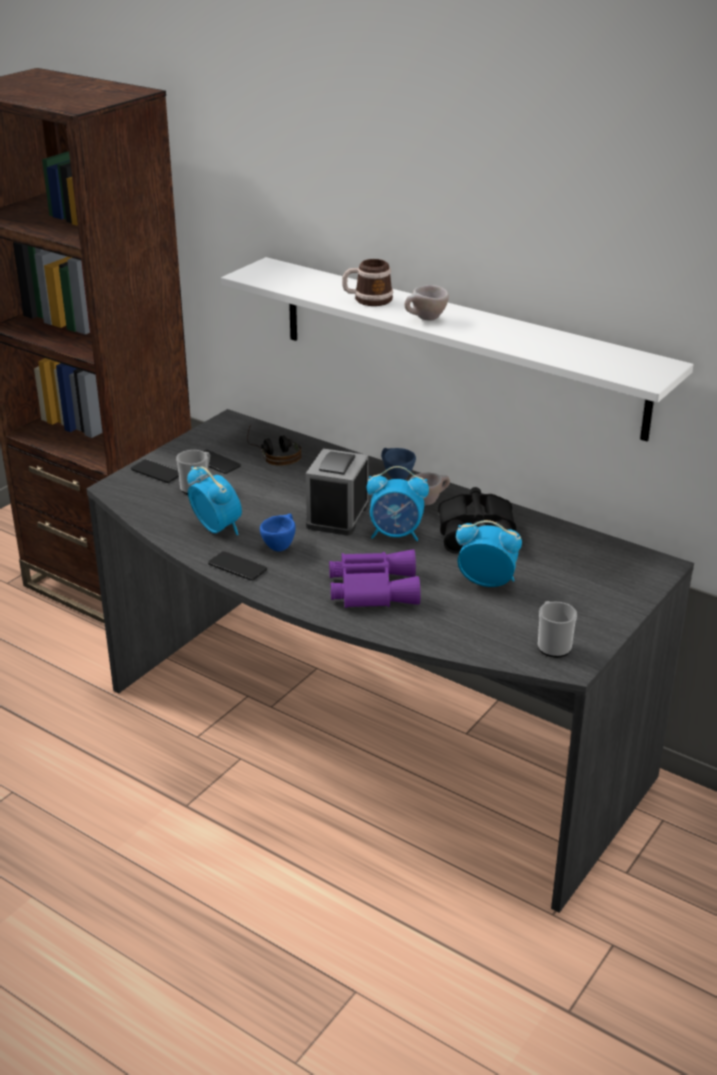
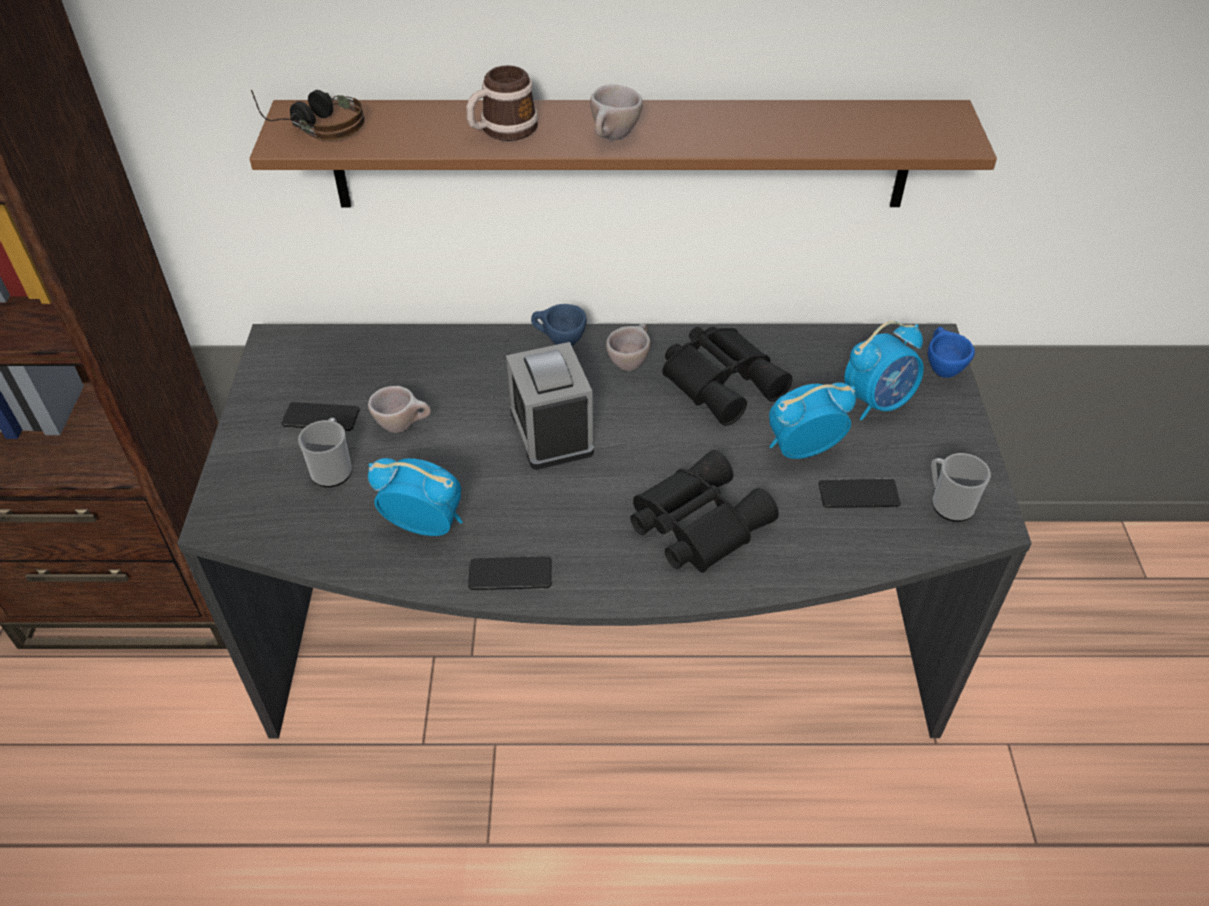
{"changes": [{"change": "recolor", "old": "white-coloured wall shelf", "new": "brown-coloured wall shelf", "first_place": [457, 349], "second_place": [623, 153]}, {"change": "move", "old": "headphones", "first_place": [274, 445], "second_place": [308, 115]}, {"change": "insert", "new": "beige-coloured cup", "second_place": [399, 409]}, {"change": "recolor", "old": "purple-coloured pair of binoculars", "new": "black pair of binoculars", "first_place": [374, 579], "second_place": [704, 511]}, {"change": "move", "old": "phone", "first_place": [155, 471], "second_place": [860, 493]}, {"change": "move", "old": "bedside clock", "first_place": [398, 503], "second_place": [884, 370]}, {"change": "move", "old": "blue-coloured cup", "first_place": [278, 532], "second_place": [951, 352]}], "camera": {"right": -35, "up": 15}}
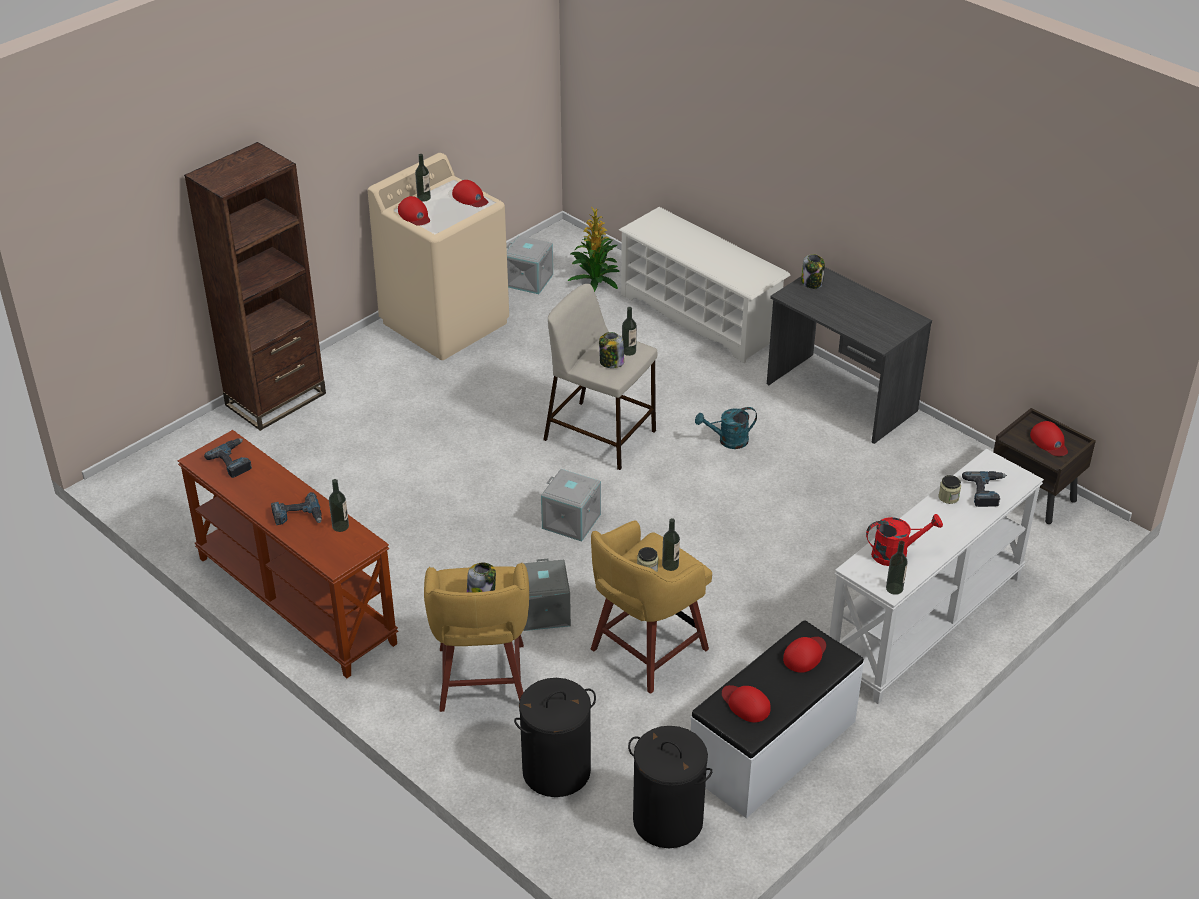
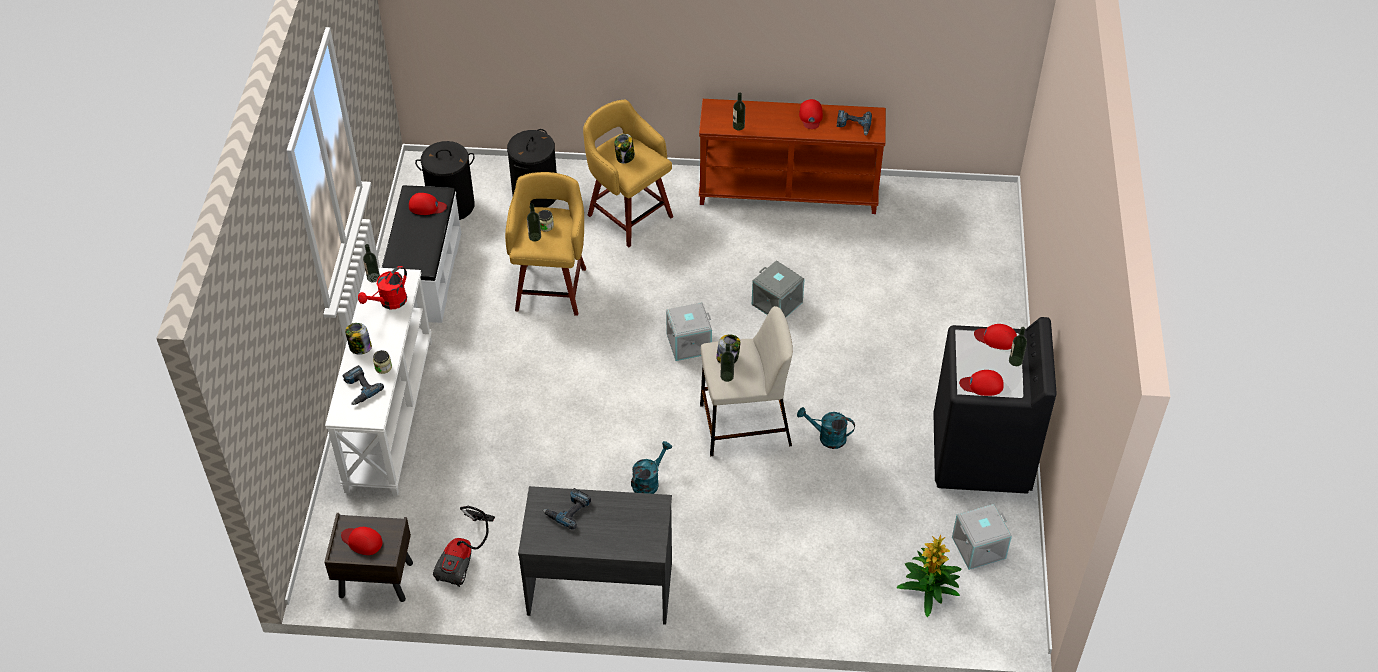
{"changes": [{"change": "move", "old": "preserve jar", "first_place": [813, 271], "second_place": [358, 339]}, {"change": "insert", "new": "hoover", "second_place": [464, 546]}, {"change": "move", "old": "drill", "first_place": [296, 508], "second_place": [567, 509]}, {"change": "move", "old": "grey storage bin", "first_place": [547, 595], "second_place": [778, 289]}, {"change": "insert", "new": "turquoise watering can", "second_place": [826, 428]}, {"change": "move", "old": "reddish peaked cap", "first_place": [804, 655], "second_place": [811, 114]}, {"change": "recolor", "old": "beige-coloured laundry appliance", "new": "black laundry appliance", "first_place": [438, 256], "second_place": [995, 405]}, {"change": "delete", "old": "brown-coloured shelving unit", "first_place": [255, 286]}, {"change": "delete", "old": "white-coloured shoe stand", "first_place": [704, 285]}], "camera": {"right": 140, "up": 10}}
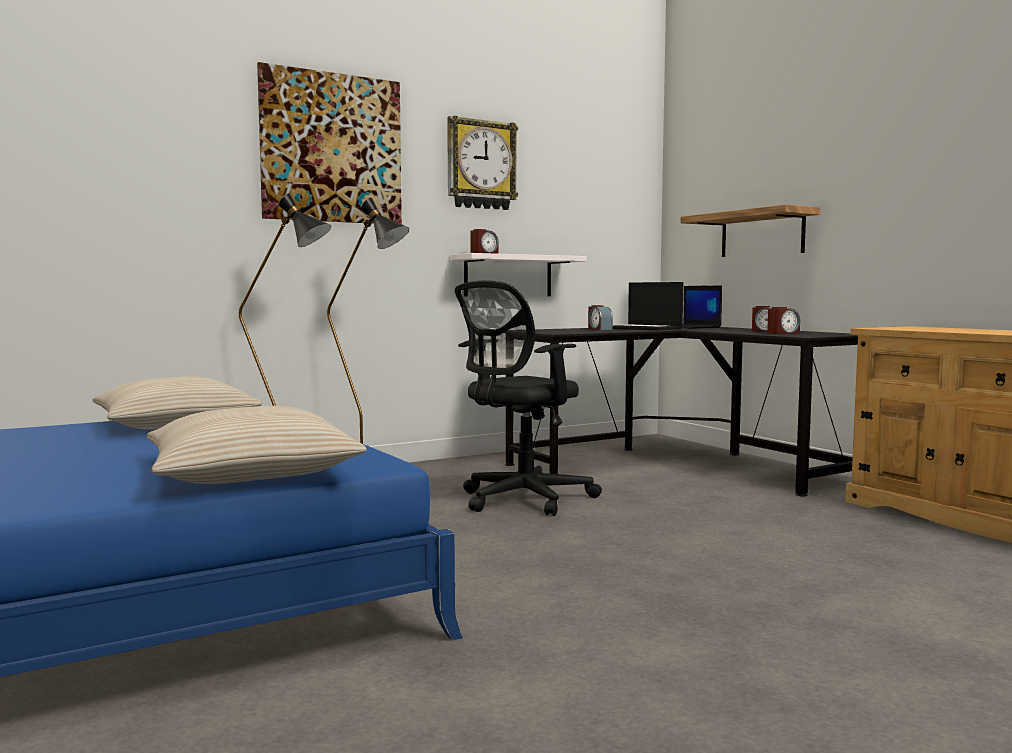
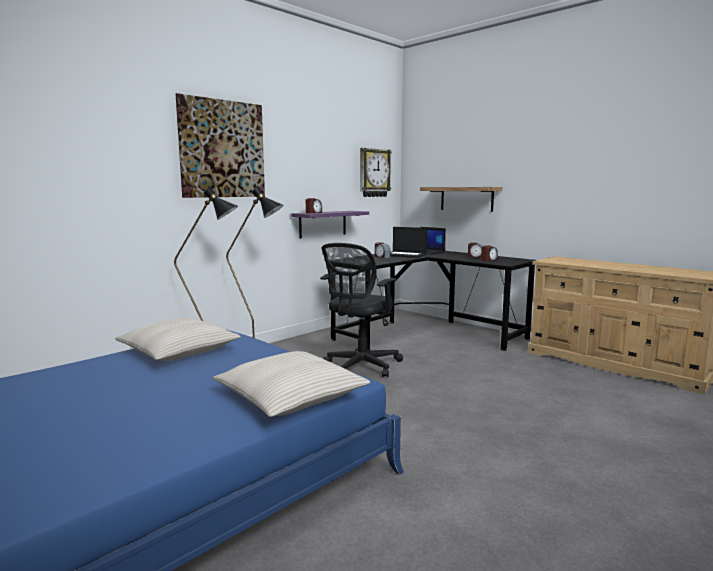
{"changes": [{"change": "recolor", "old": "white-coloured wall shelf", "new": "purple-coloured wall shelf", "first_place": [518, 274], "second_place": [330, 225]}, {"change": "move", "old": "hanging clock", "first_place": [482, 163], "second_place": [376, 172]}], "camera": {"right": -15, "up": 5}}
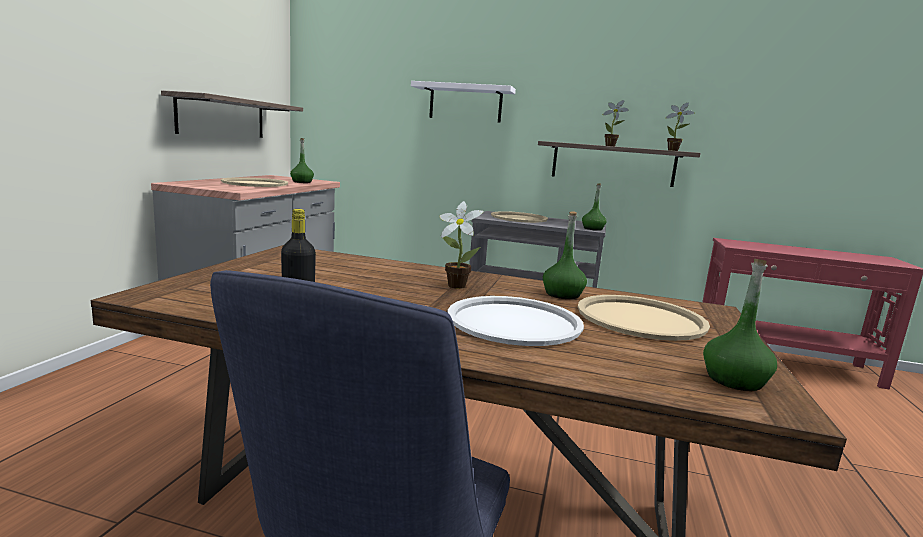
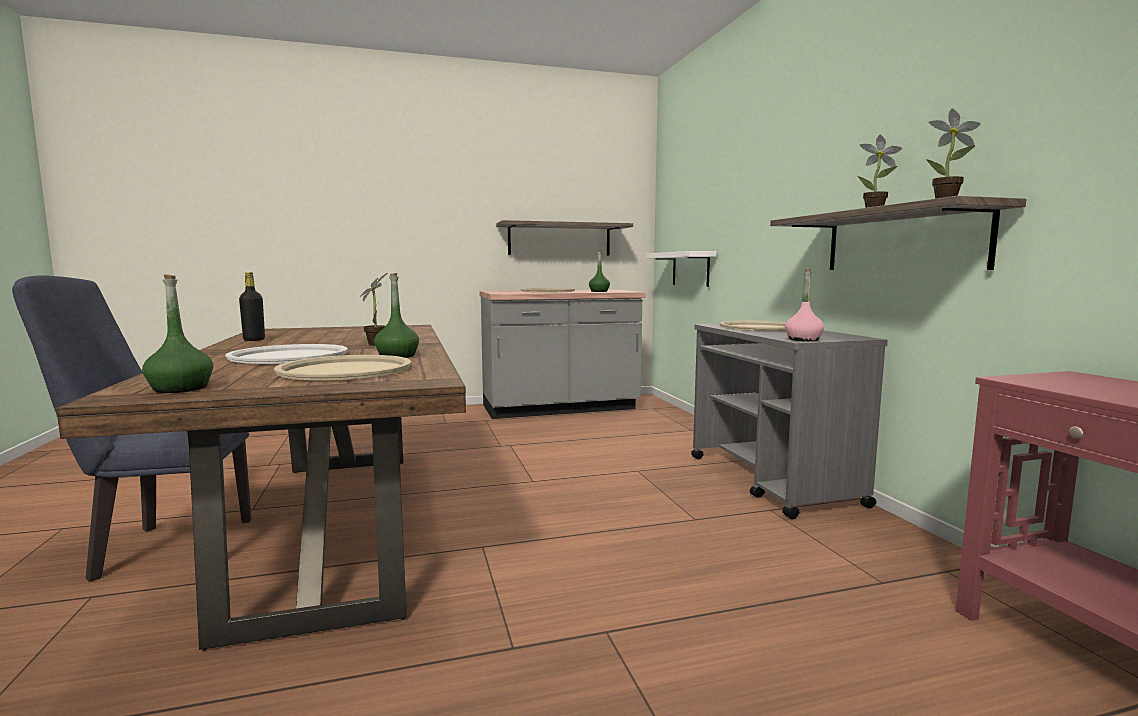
{"changes": [{"change": "move", "old": "white-coloured wall shelf", "first_place": [463, 102], "second_place": [681, 269]}, {"change": "recolor", "old": "green-coloured bottle", "new": "pink-coloured bottle", "first_place": [594, 207], "second_place": [804, 305]}], "camera": {"right": 60, "up": -5}}
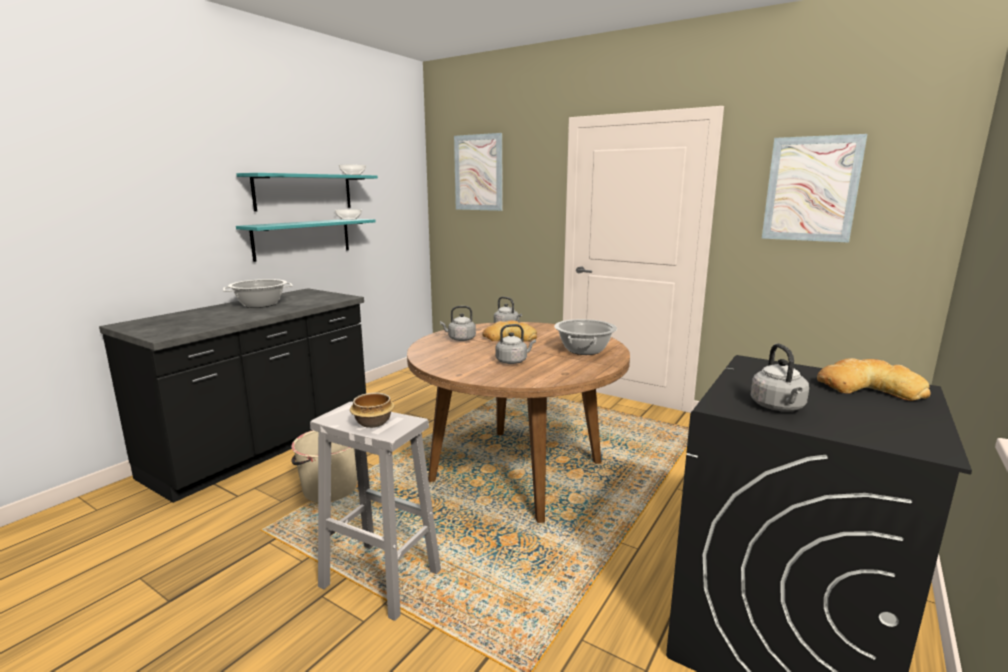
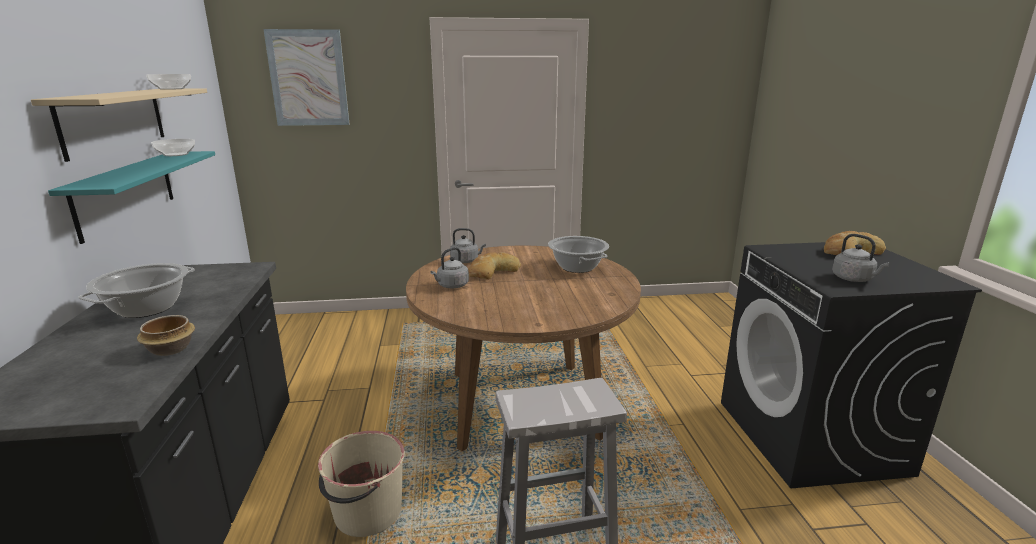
{"changes": [{"change": "recolor", "old": "turquoise wall shelf", "new": "beige-coloured wall shelf", "first_place": [307, 192], "second_place": [119, 125]}, {"change": "move", "old": "bowl", "first_place": [372, 410], "second_place": [166, 335]}, {"change": "delete", "old": "grey water kettle", "first_place": [515, 344]}, {"change": "delete", "old": "wall picture", "first_place": [814, 188]}], "camera": {"right": -40, "up": 5}}
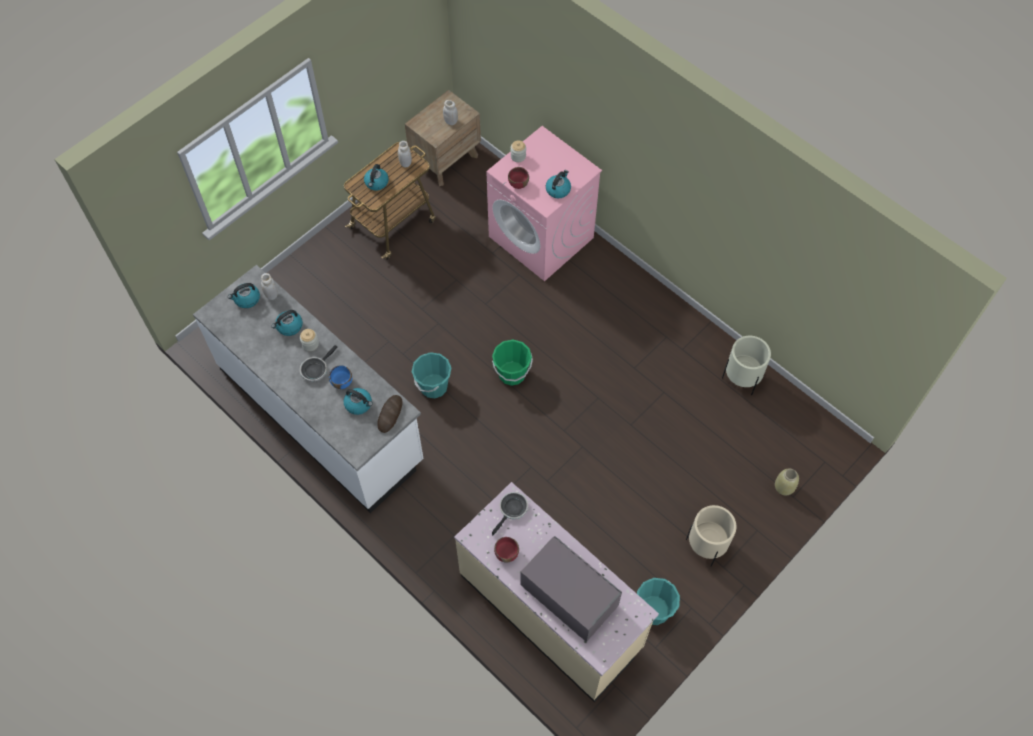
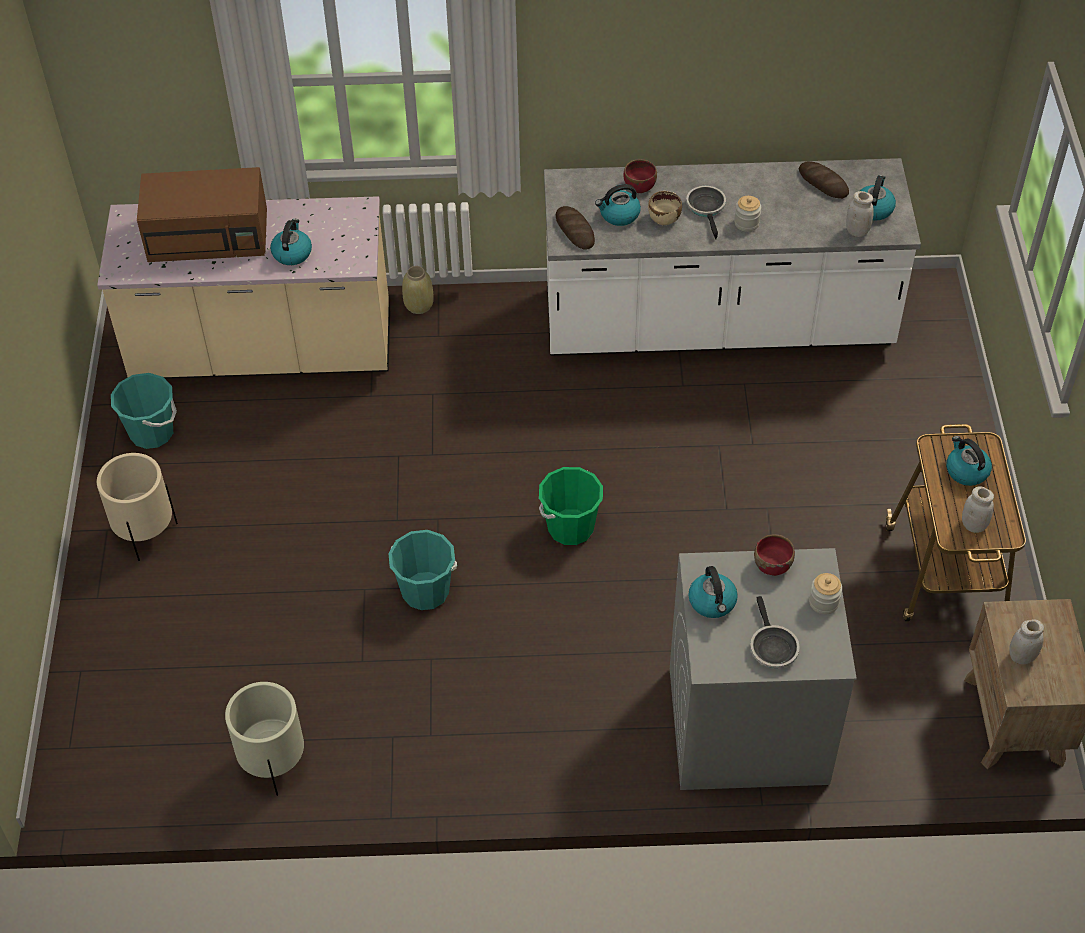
{"changes": [{"change": "recolor", "old": "grey microwave", "new": "brown-coloured microwave", "first_place": [571, 589], "second_place": [202, 214]}, {"change": "move", "old": "water kettle", "first_place": [287, 323], "second_place": [291, 242]}, {"change": "move", "old": "turquoise bucket", "first_place": [431, 375], "second_place": [422, 570]}, {"change": "move", "old": "beige-coloured decorative vase", "first_place": [787, 482], "second_place": [418, 290]}, {"change": "move", "old": "reddish bowl", "first_place": [506, 550], "second_place": [640, 176]}, {"change": "recolor", "old": "blue-coloured bowl", "new": "beige-coloured bowl", "first_place": [340, 377], "second_place": [665, 208]}, {"change": "recolor", "old": "pink-coloured laundry appliance", "new": "grey laundry appliance", "first_place": [544, 203], "second_place": [763, 669]}, {"change": "move", "old": "pan", "first_place": [510, 513], "second_place": [775, 632]}, {"change": "insert", "new": "bakery bread", "second_place": [824, 180]}], "camera": {"right": 135, "up": -10}}
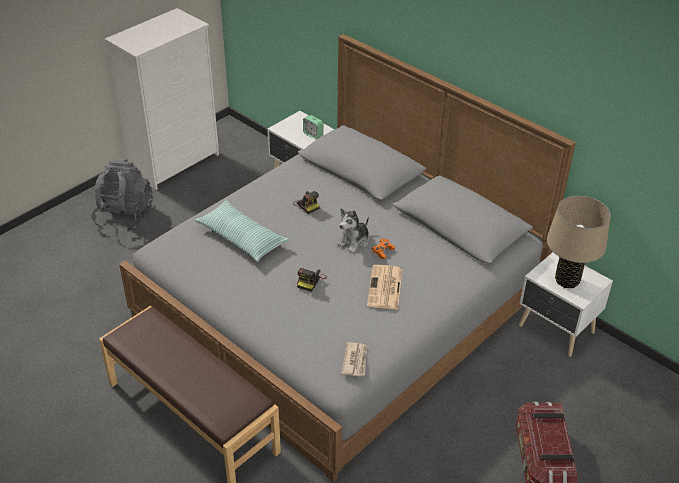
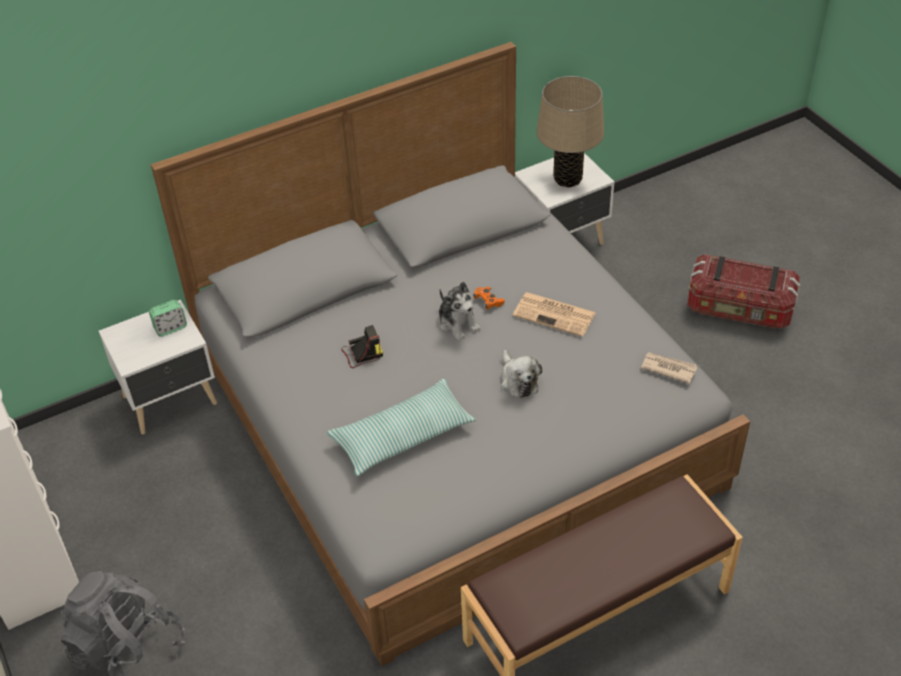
{"changes": [{"change": "replace", "old": "photo camera", "new": "soft toy", "first_place": [312, 280], "second_place": [521, 374]}], "camera": {"right": -70, "up": 5}}
